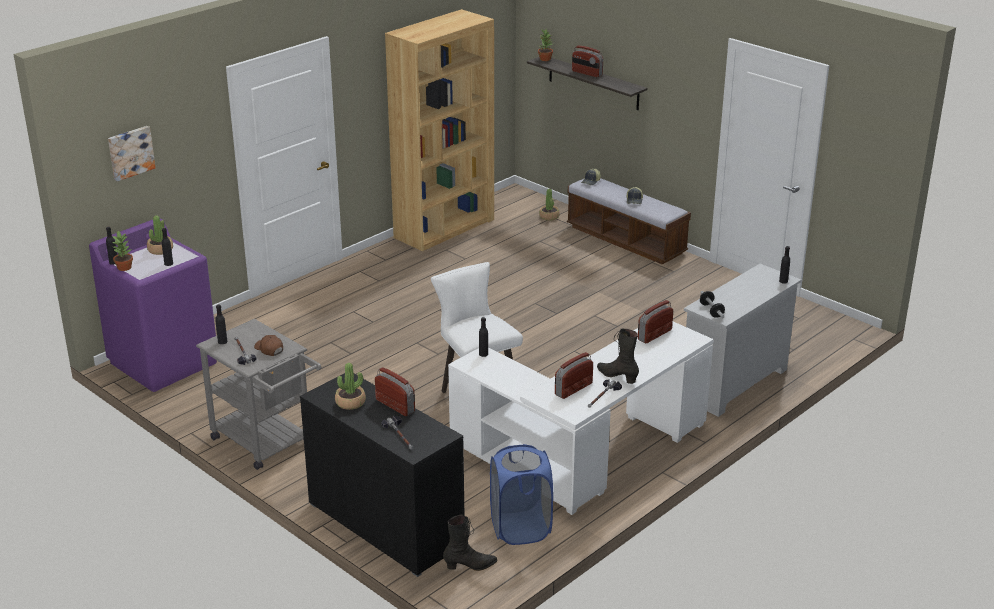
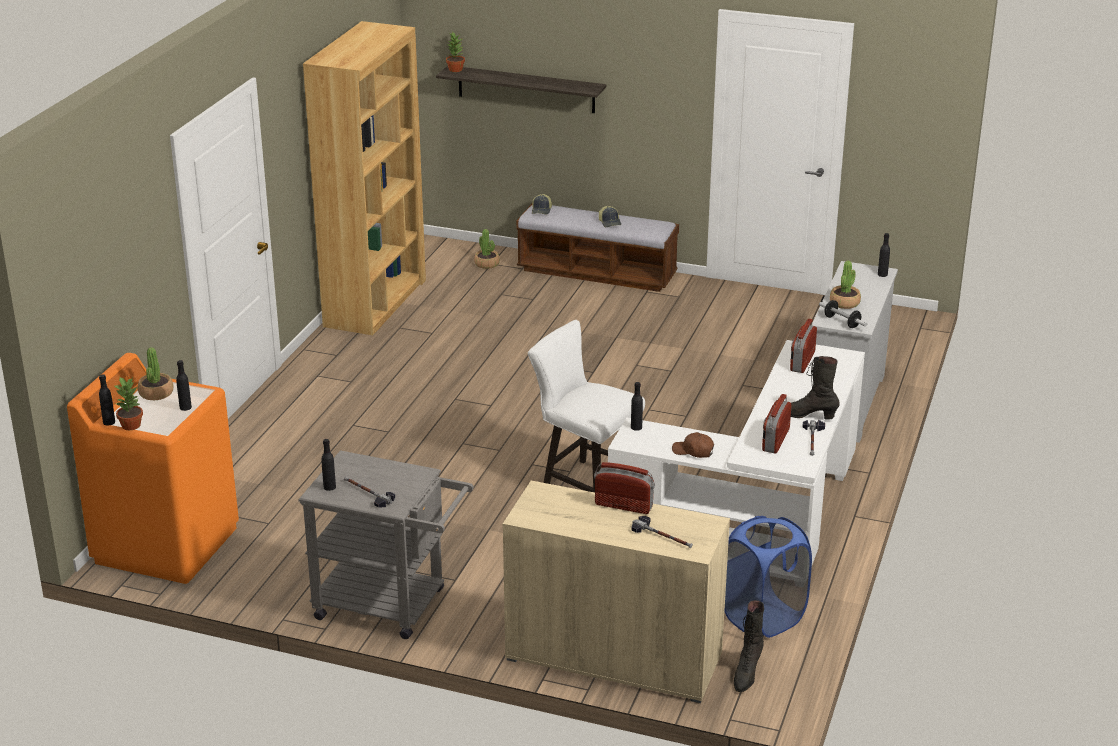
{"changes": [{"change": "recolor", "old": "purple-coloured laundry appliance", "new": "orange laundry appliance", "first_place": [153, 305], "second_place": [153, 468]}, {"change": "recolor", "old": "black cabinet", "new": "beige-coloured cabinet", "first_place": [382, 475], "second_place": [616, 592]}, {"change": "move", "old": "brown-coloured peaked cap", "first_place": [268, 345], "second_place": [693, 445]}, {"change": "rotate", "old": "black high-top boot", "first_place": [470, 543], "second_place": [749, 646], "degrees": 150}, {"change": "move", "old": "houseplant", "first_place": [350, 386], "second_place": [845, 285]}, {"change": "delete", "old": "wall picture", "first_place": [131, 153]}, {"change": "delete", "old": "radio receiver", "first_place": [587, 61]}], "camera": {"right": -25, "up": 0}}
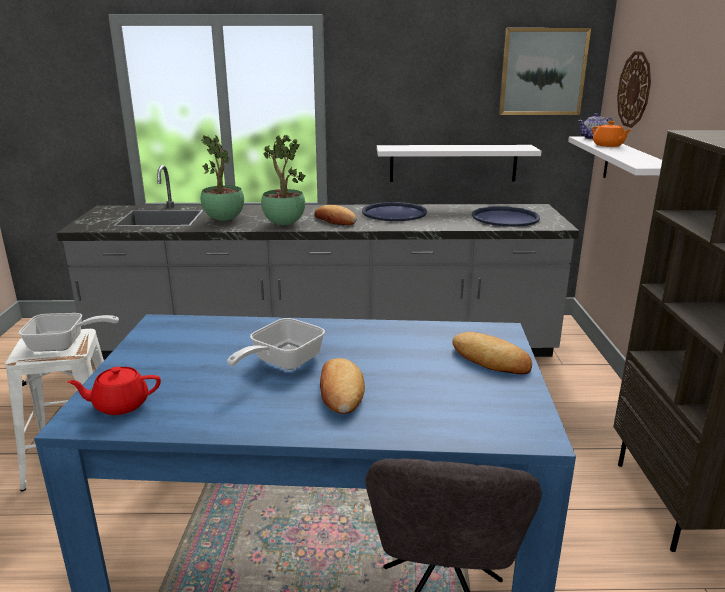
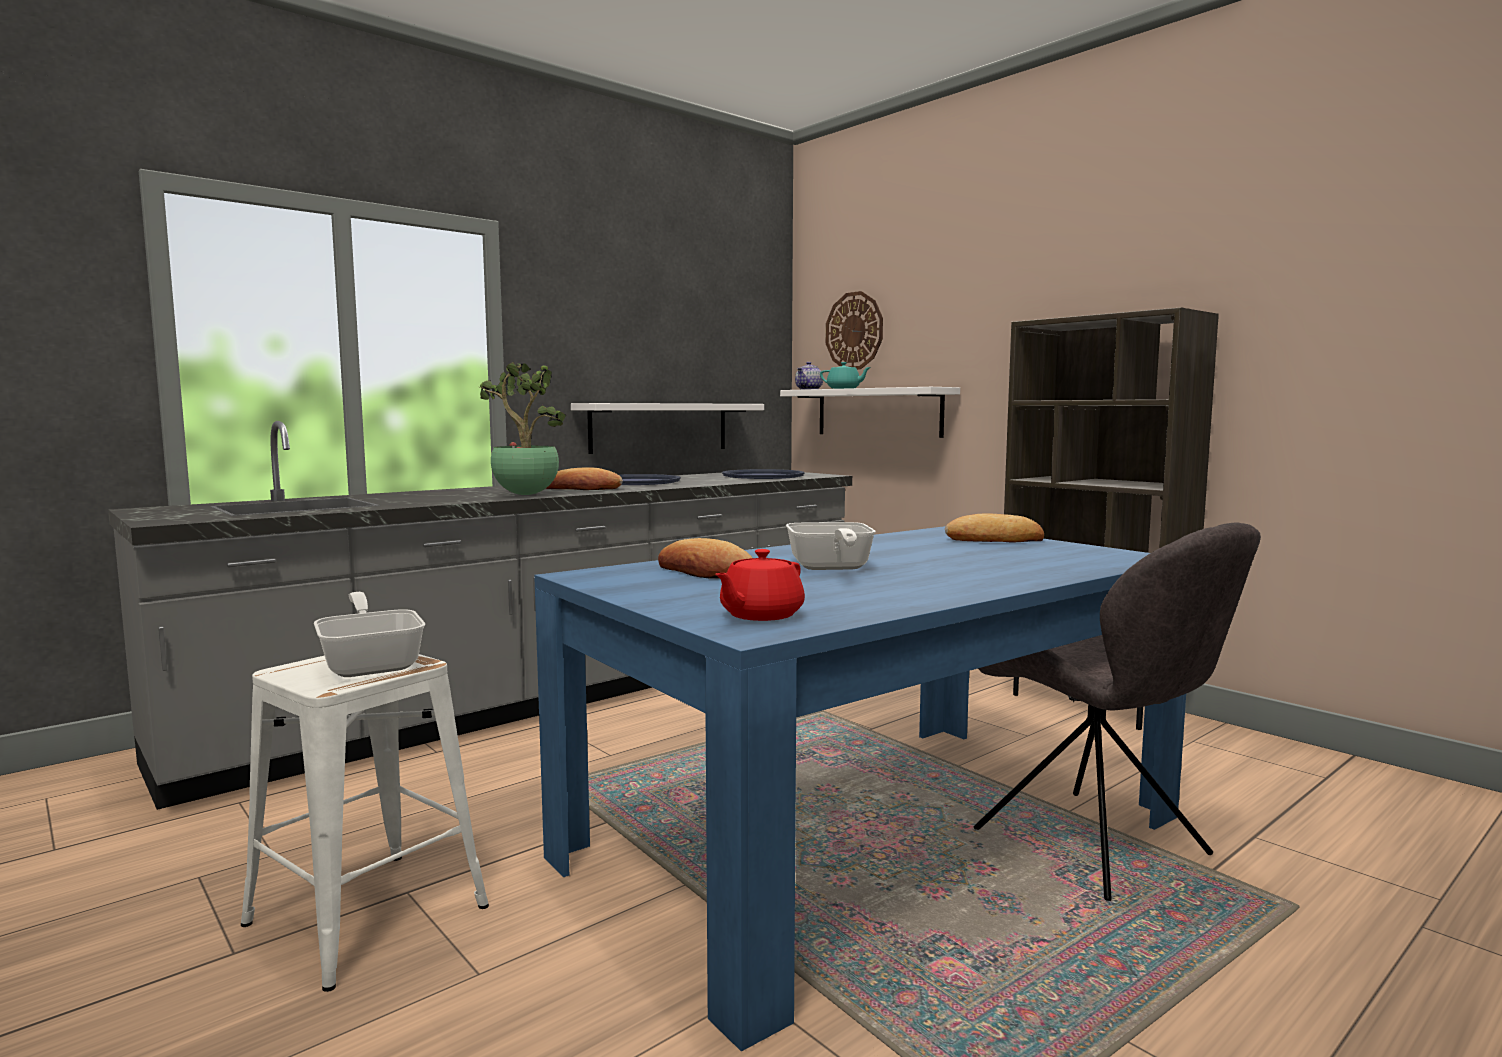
{"changes": [{"change": "rotate", "old": "pan", "first_place": [68, 332], "second_place": [369, 634], "degrees": -75}, {"change": "move", "old": "bakery bread", "first_place": [342, 386], "second_place": [705, 558]}, {"change": "recolor", "old": "orange pot for tea", "new": "turquoise pot for tea", "first_place": [611, 134], "second_place": [845, 375]}, {"change": "delete", "old": "houseplant", "first_place": [222, 178]}, {"change": "delete", "old": "wall picture", "first_place": [545, 71]}], "camera": {"right": -40, "up": -15}}
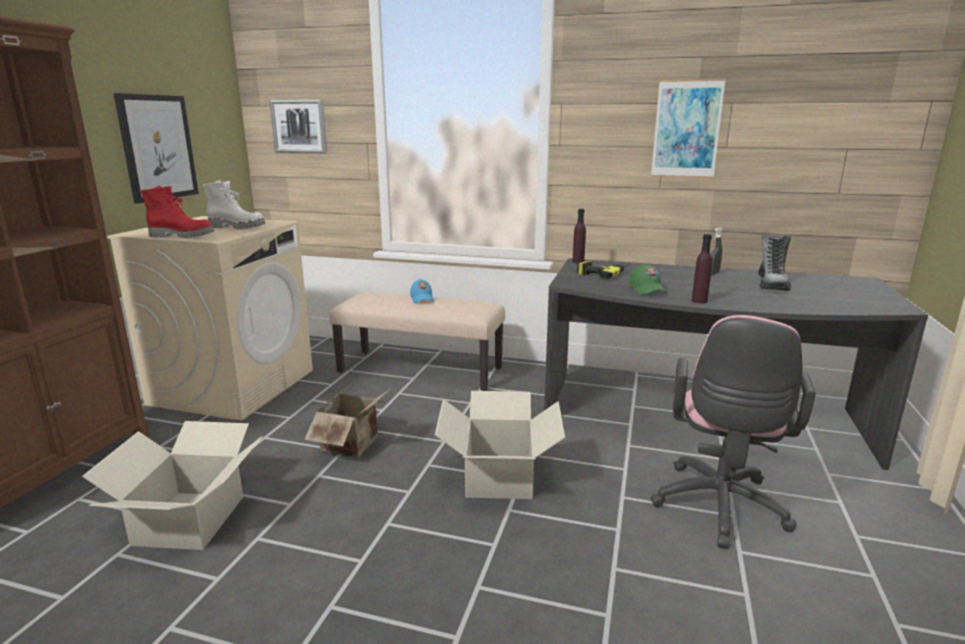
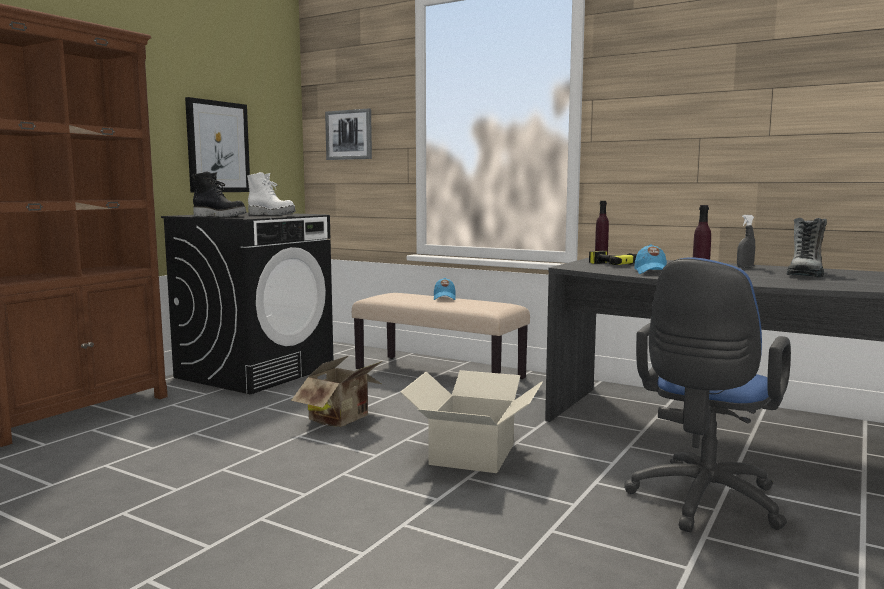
{"changes": [{"change": "recolor", "old": "beige-coloured laundry appliance", "new": "black laundry appliance", "first_place": [210, 318], "second_place": [247, 303]}, {"change": "recolor", "old": "reddish high-top boot", "new": "black high-top boot", "first_place": [177, 212], "second_place": [219, 194]}, {"change": "recolor", "old": "pink-coloured computer chair", "new": "blue-coloured computer chair", "first_place": [733, 432], "second_place": [707, 394]}, {"change": "recolor", "old": "green-coloured peaked cap", "new": "blue-coloured peaked cap", "first_place": [649, 279], "second_place": [650, 259]}, {"change": "delete", "old": "cardboard box", "first_place": [172, 485]}, {"change": "delete", "old": "wall picture", "first_place": [688, 128]}], "camera": {"right": 15, "up": -10}}
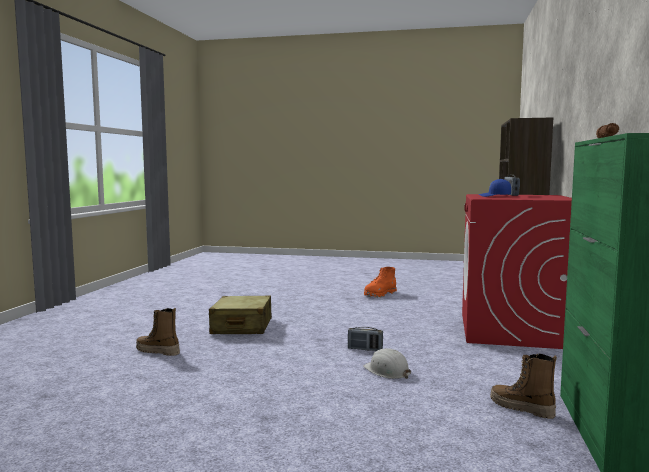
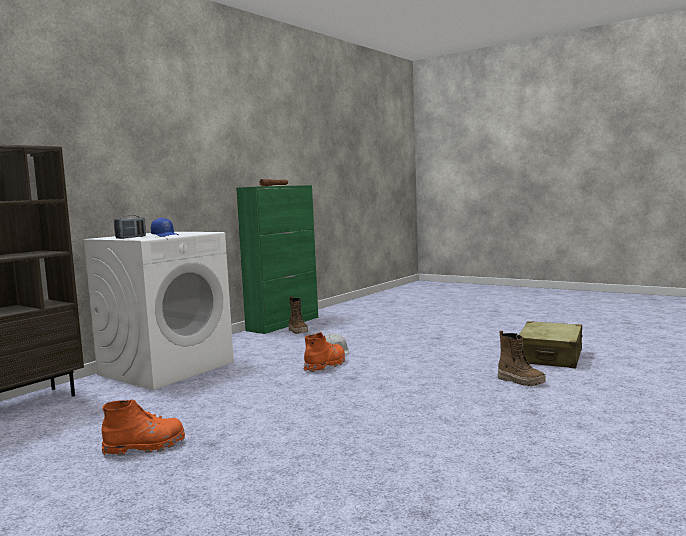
{"changes": [{"change": "recolor", "old": "reddish laundry appliance", "new": "white-coloured laundry appliance", "first_place": [517, 271], "second_place": [158, 311]}, {"change": "replace", "old": "radio receiver", "new": "orange high-top boot", "first_place": [365, 339], "second_place": [324, 352]}, {"change": "move", "old": "beige-coloured suitcase", "first_place": [240, 314], "second_place": [551, 344]}], "camera": {"right": -155, "up": 0}}
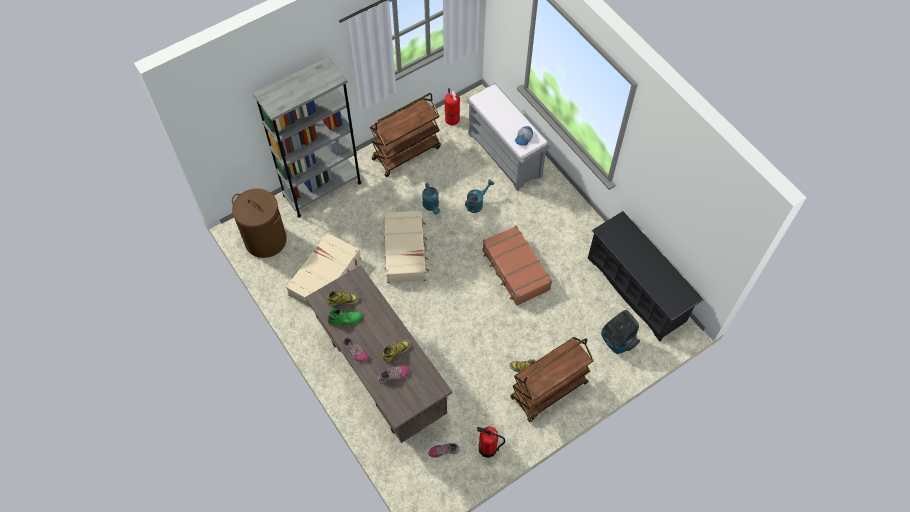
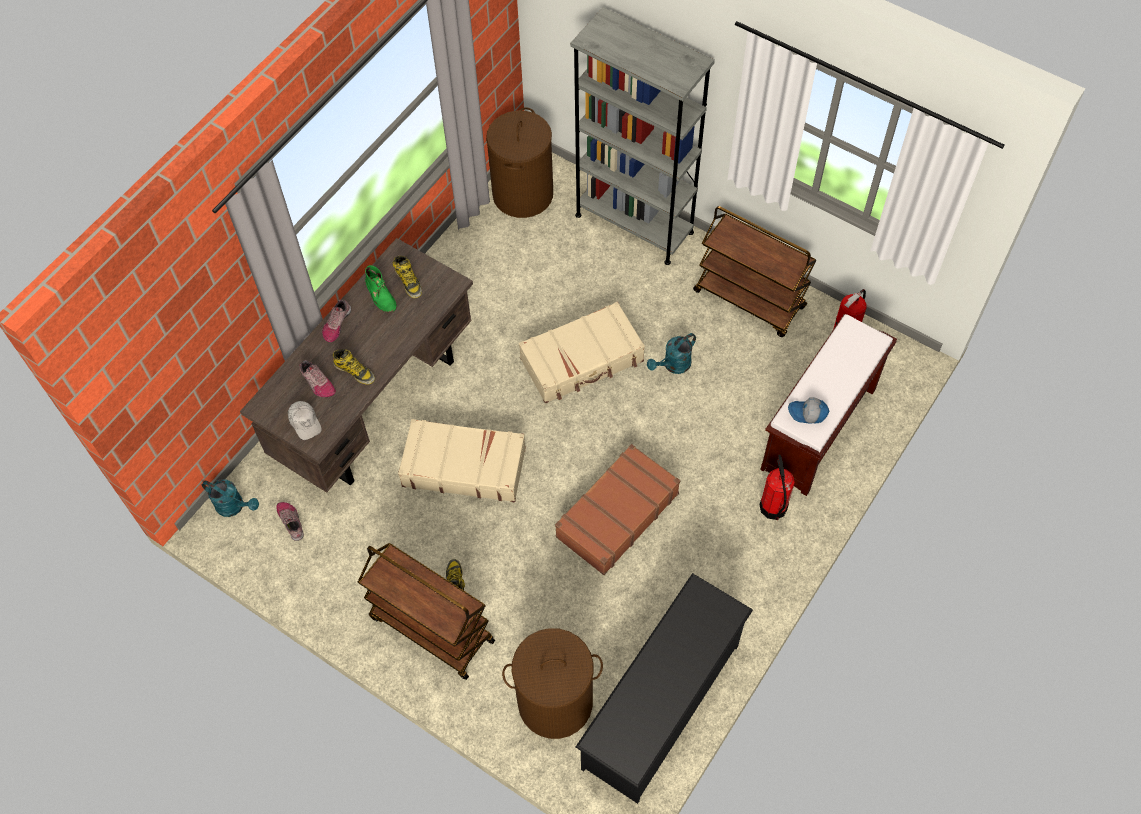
{"changes": [{"change": "move", "old": "turquoise watering can", "first_place": [479, 196], "second_place": [230, 498]}, {"change": "insert", "new": "white-coloured peaked cap", "second_place": [305, 420]}, {"change": "move", "old": "beige-coloured suitcase", "first_place": [323, 269], "second_place": [462, 460]}, {"change": "replace", "old": "hoover", "new": "brown-coloured laundry basket", "first_place": [620, 332], "second_place": [552, 683]}, {"change": "move", "old": "fire extinguisher", "first_place": [491, 442], "second_place": [777, 487]}, {"change": "recolor", "old": "grey indoor bench", "new": "brown-coloured indoor bench", "first_place": [508, 137], "second_place": [829, 405]}], "camera": {"right": 70, "up": 0}}
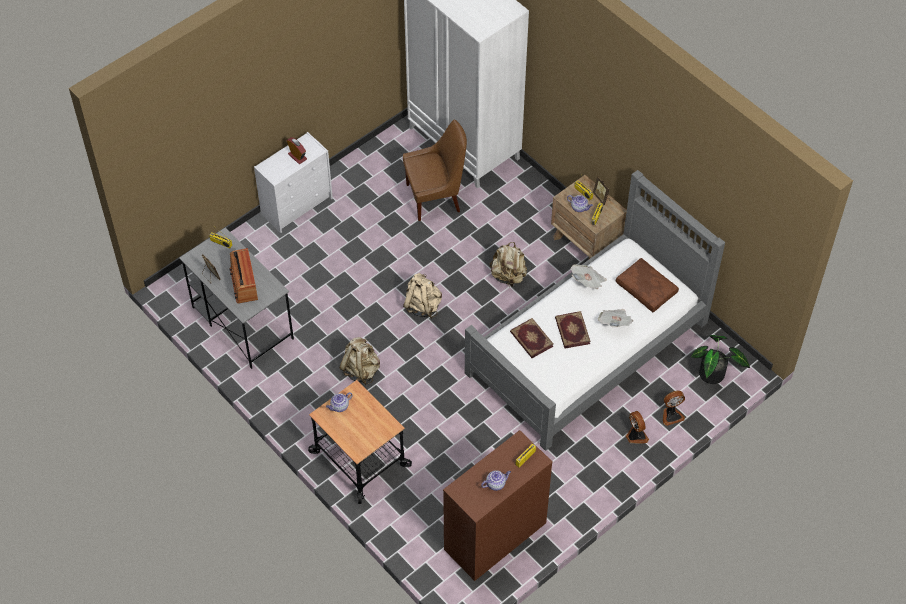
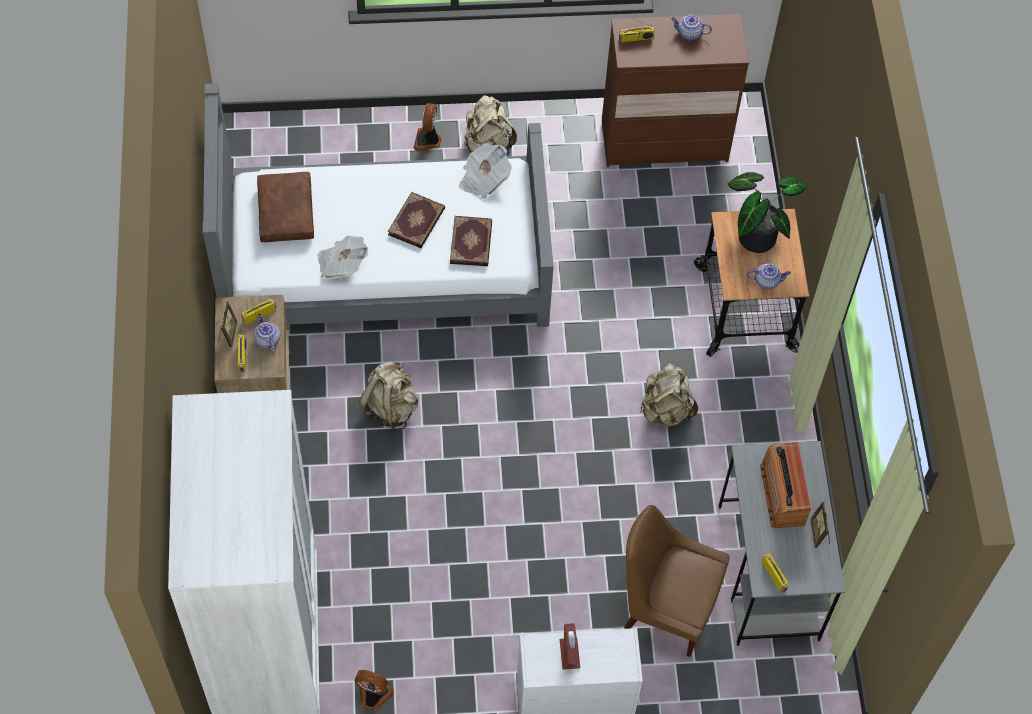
{"changes": [{"change": "move", "old": "electric fan", "first_place": [674, 408], "second_place": [374, 690]}, {"change": "move", "old": "newspaper", "first_place": [615, 318], "second_place": [485, 170]}, {"change": "move", "old": "beige-coloured knapsack", "first_place": [422, 295], "second_place": [490, 124]}, {"change": "move", "old": "brown-coloured upright chair", "first_place": [435, 170], "second_place": [677, 581]}, {"change": "move", "old": "houseplant", "first_place": [720, 359], "second_place": [767, 212]}, {"change": "rotate", "old": "radio receiver", "first_place": [243, 276], "second_place": [785, 485], "degrees": 150}], "camera": {"right": -145, "up": 5}}
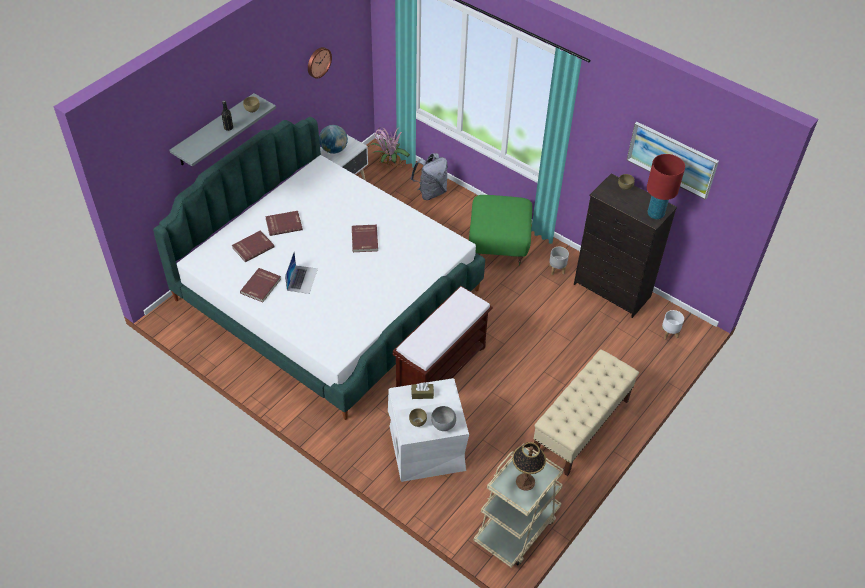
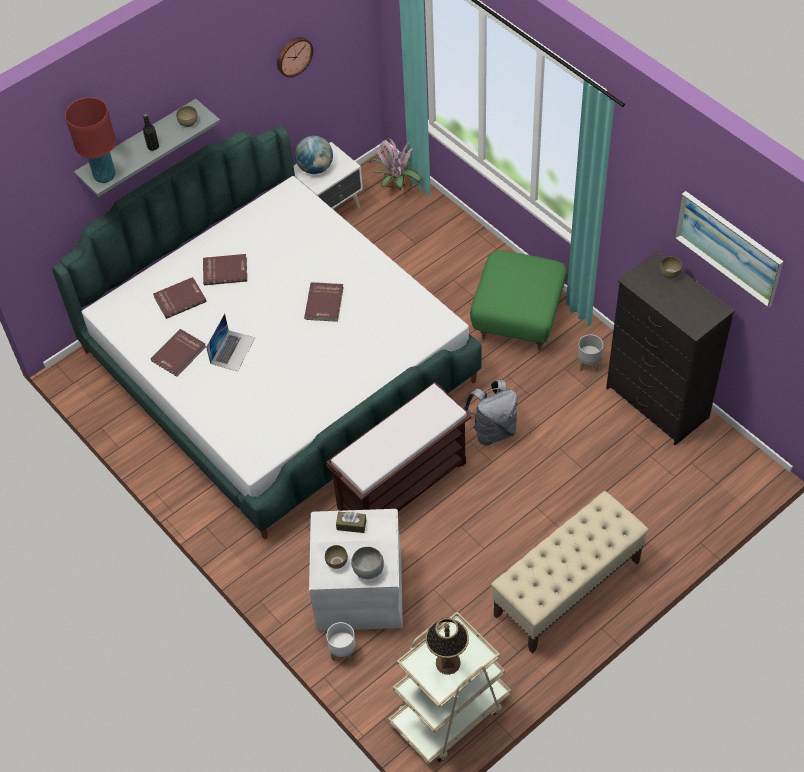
{"changes": [{"change": "move", "old": "reddish lamp for a table", "first_place": [666, 186], "second_place": [90, 140]}, {"change": "move", "old": "white-coloured planter", "first_place": [672, 325], "second_place": [341, 642]}, {"change": "move", "old": "grey knapsack", "first_place": [429, 176], "second_place": [490, 412]}], "camera": {"right": 15, "up": 5}}
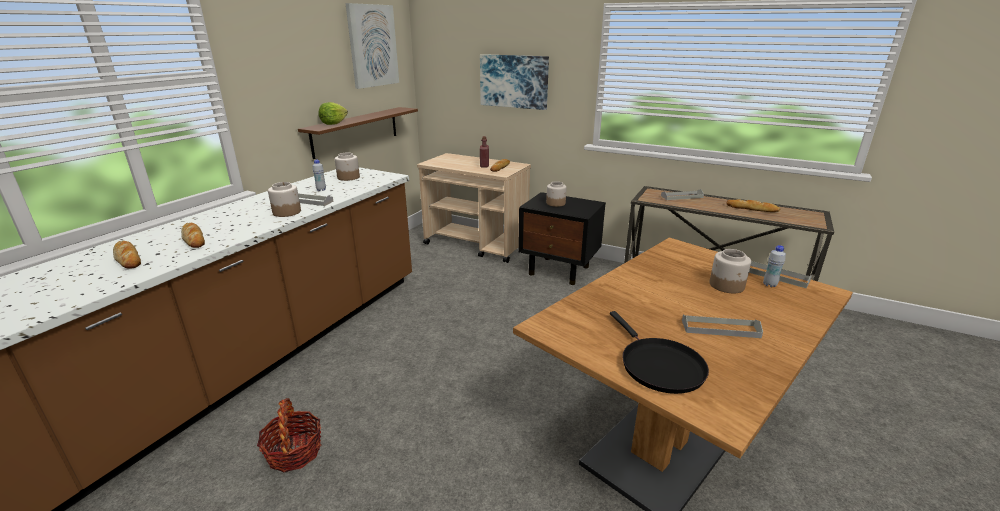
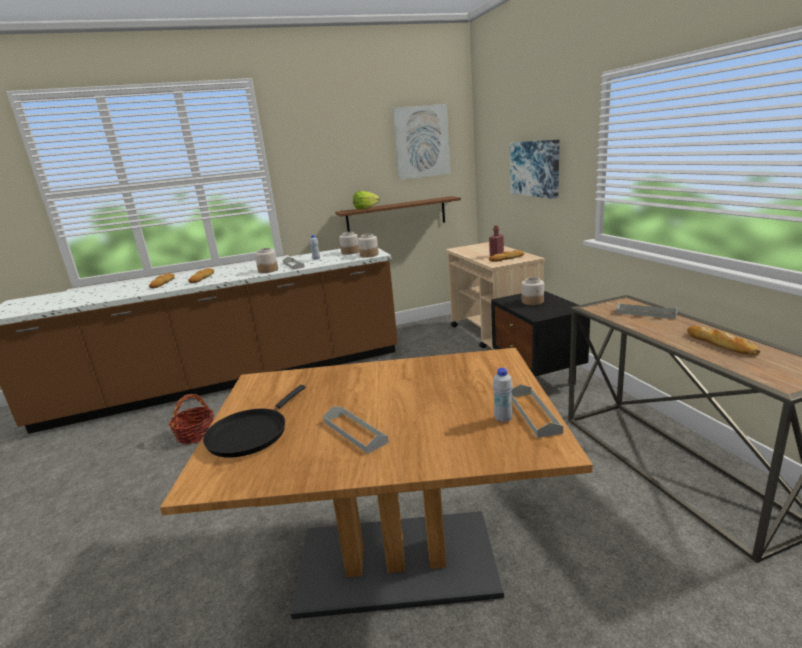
{"changes": [{"change": "move", "old": "preserve jar", "first_place": [730, 271], "second_place": [368, 246]}], "camera": {"right": 45, "up": -5}}
